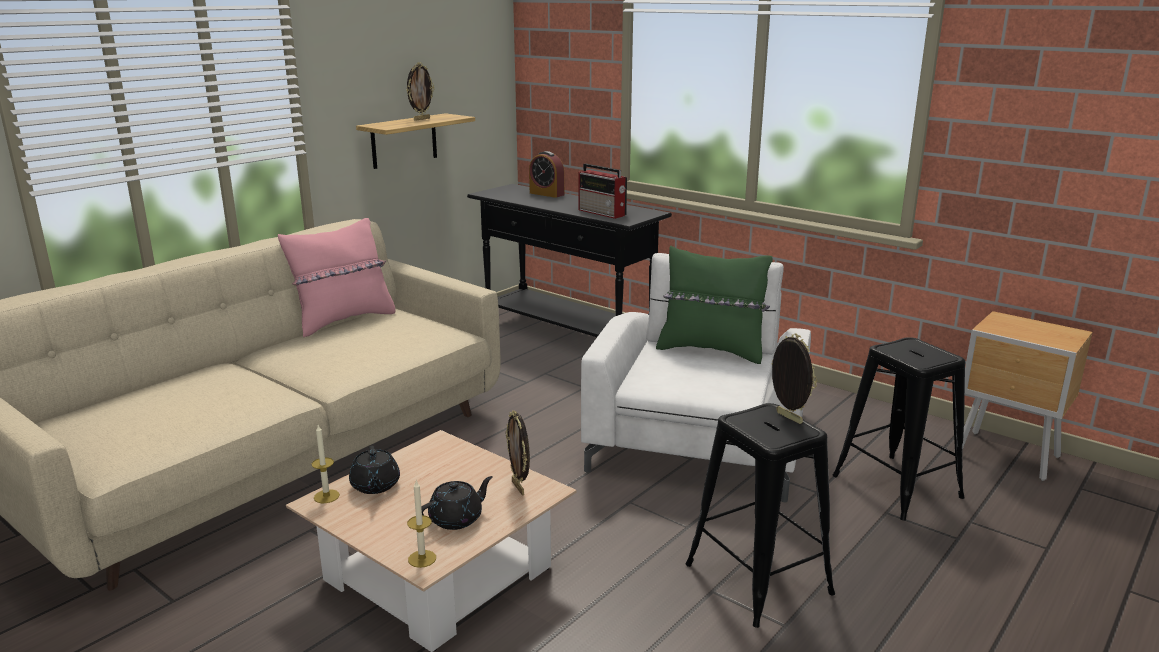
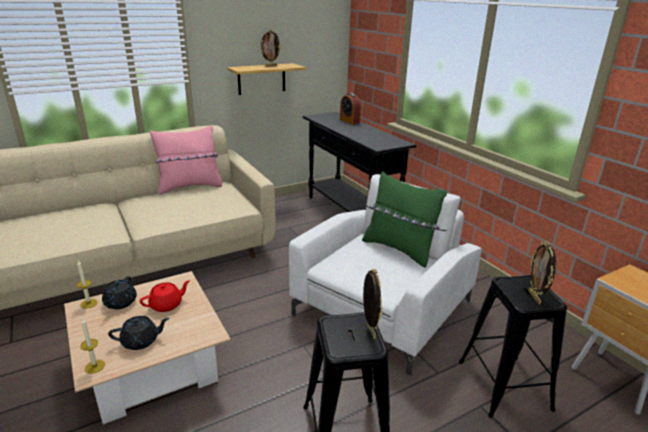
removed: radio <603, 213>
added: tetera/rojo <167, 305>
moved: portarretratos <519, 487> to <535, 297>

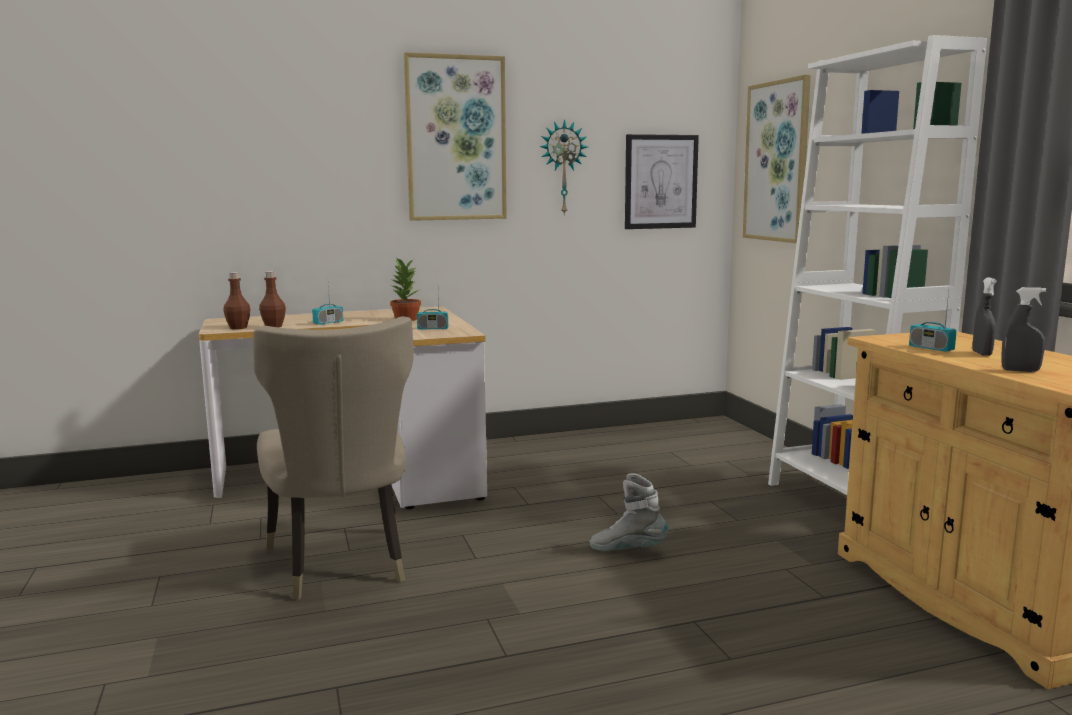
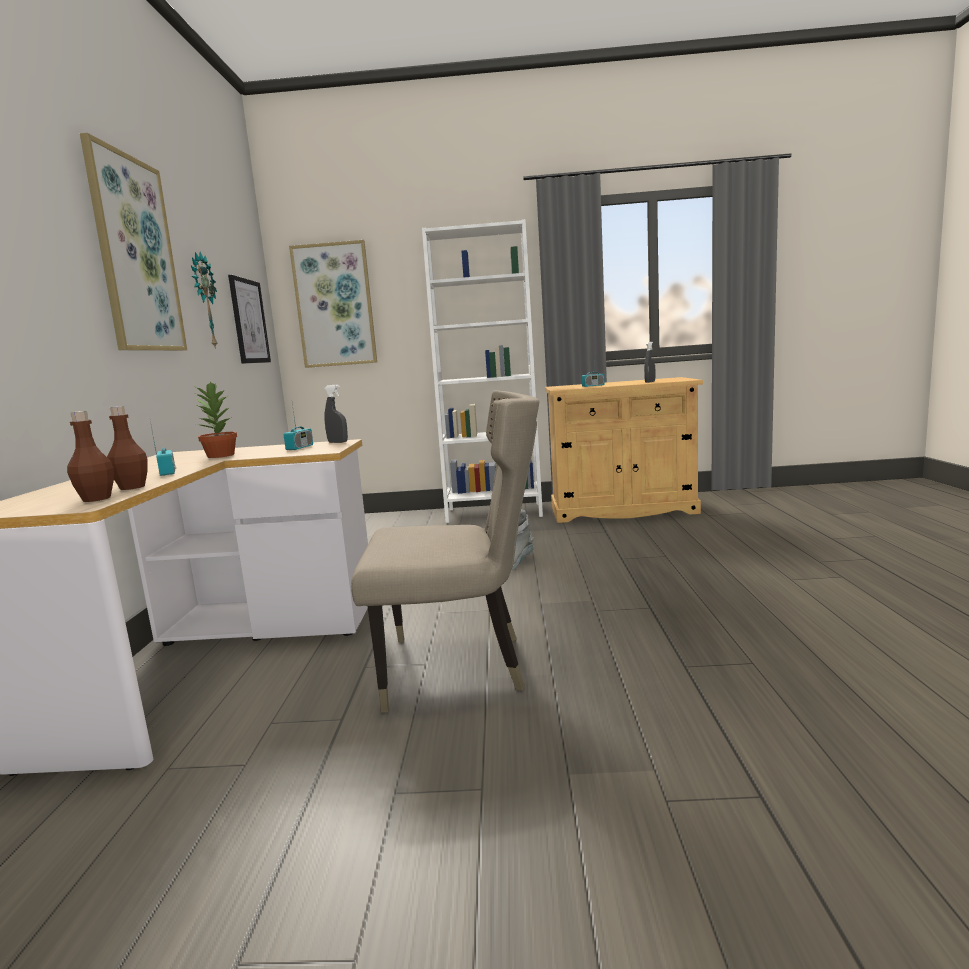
moved: pulverizador/gris <982, 353> to <338, 442>

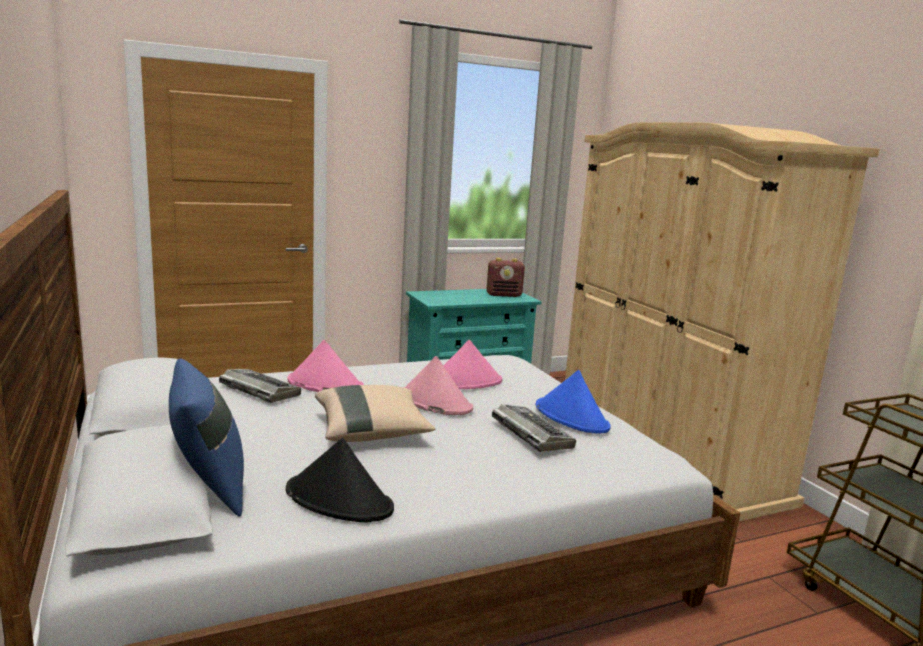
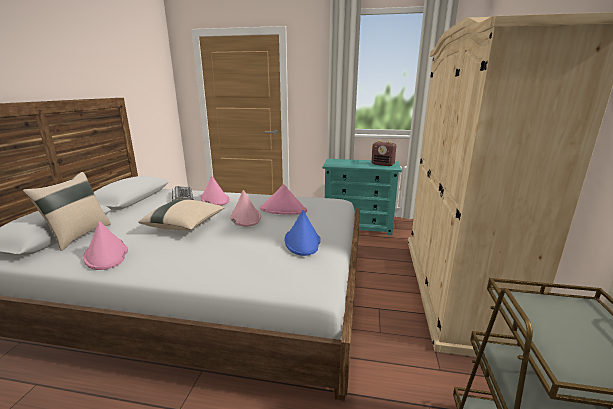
removed: teclado <530, 434>
recoloured: cojín/azul <208, 488> to cojín/beis <78, 235>; sombrero/negro <339, 500> to sombrero/rosa <106, 254>

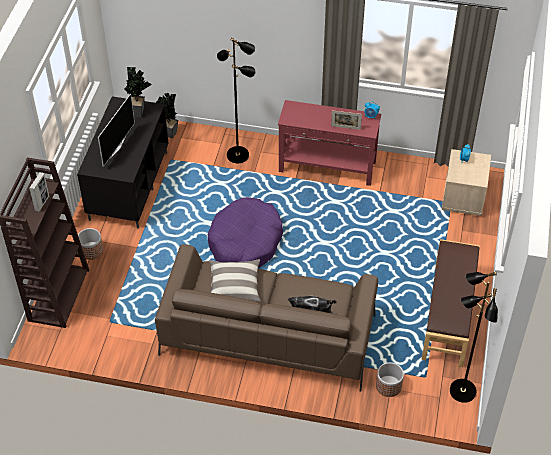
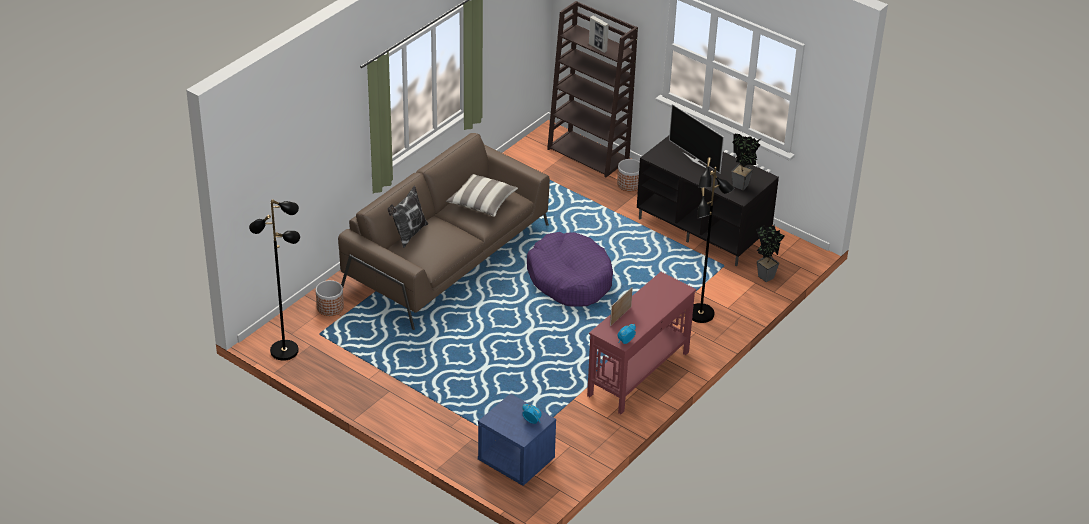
removed: banco/marrón <449, 315>
recoloured: mesita de noche/beis <463, 198> to mesita de noche/azul <515, 461>

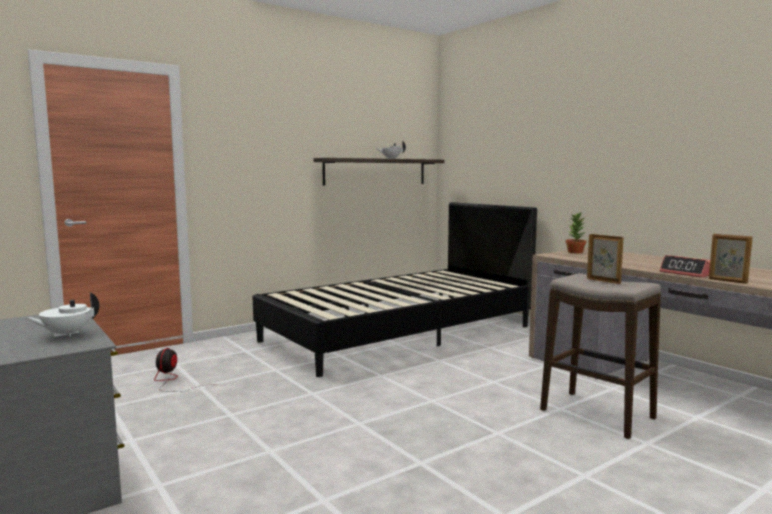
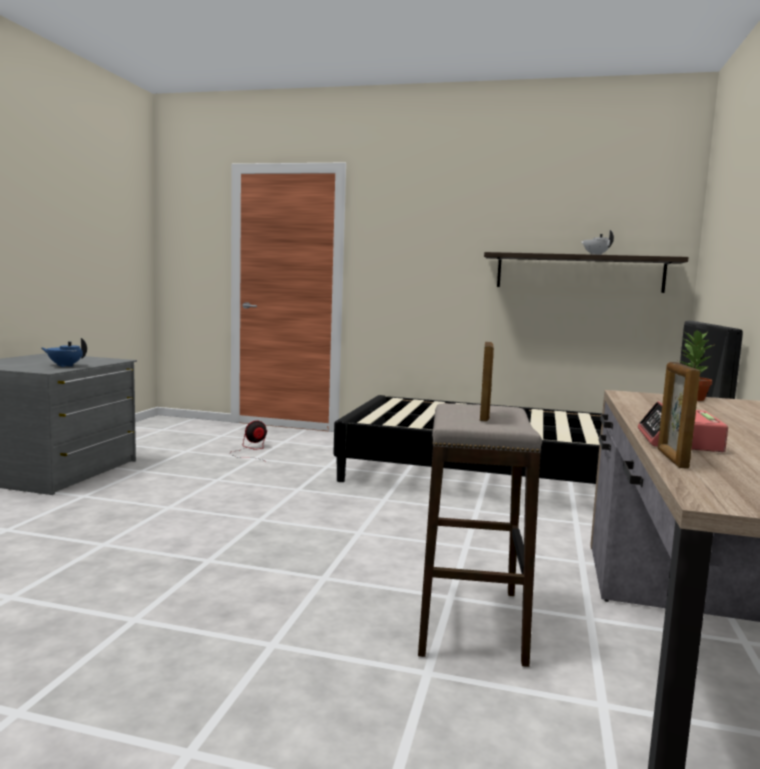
recoloured: tetera/blanco <66, 334> to tetera/azul <65, 366>

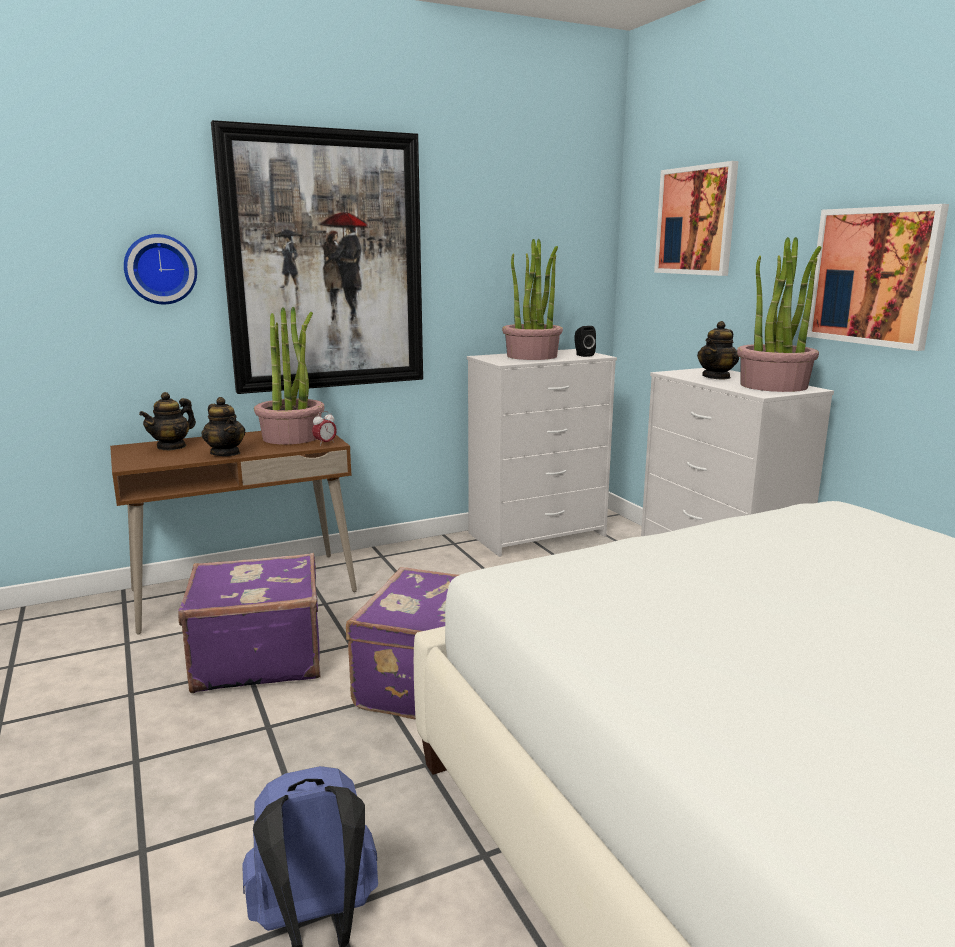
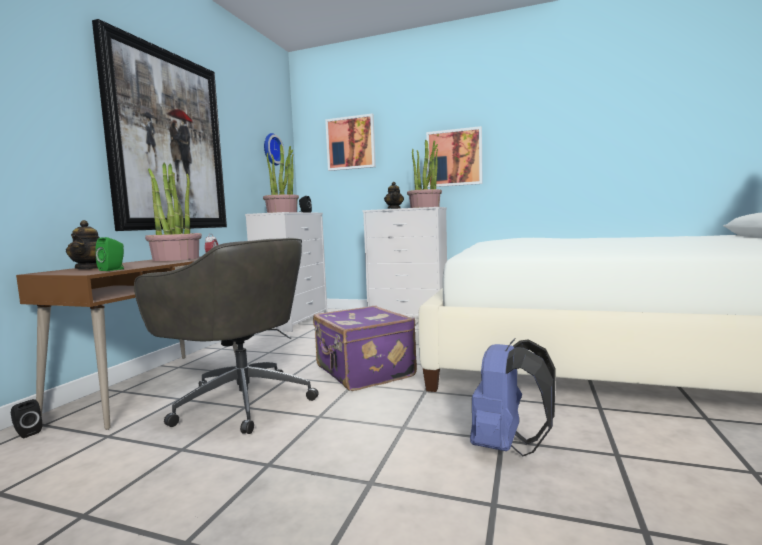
removed: tetera <226, 453>
added: altavoz/negro <26, 433>; altavoz/verde <113, 269>
moved: reloj de pared <160, 269> to <271, 149>
replaced: maleta/morado <258, 657> to silla de oficina/gris <241, 401>

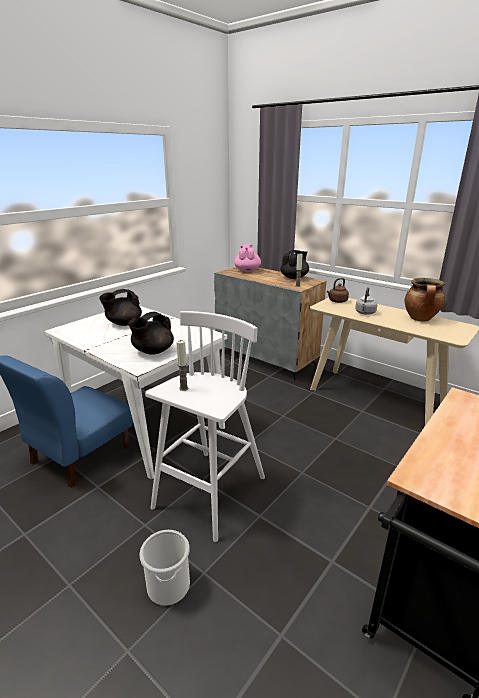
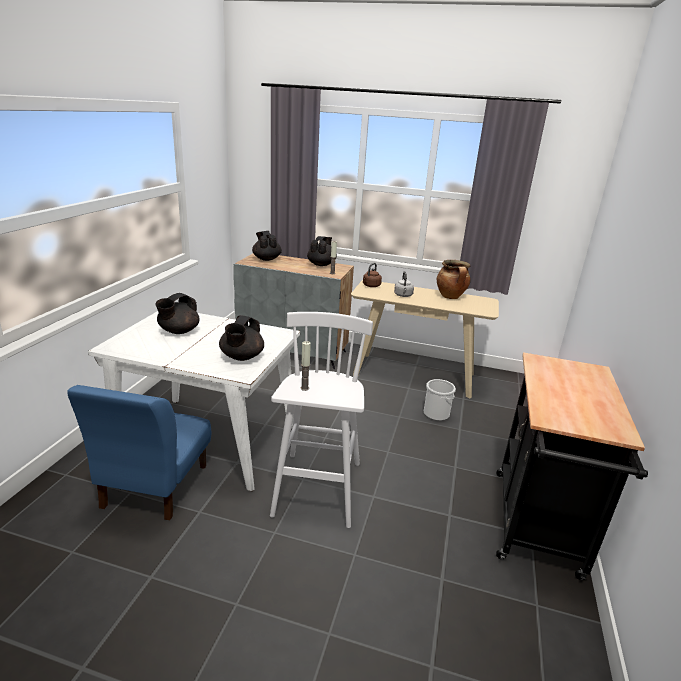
moved: cubo <169, 586> to <436, 414>
recoloured: tetera/rosa <247, 270> to tetera/negro <266, 259>

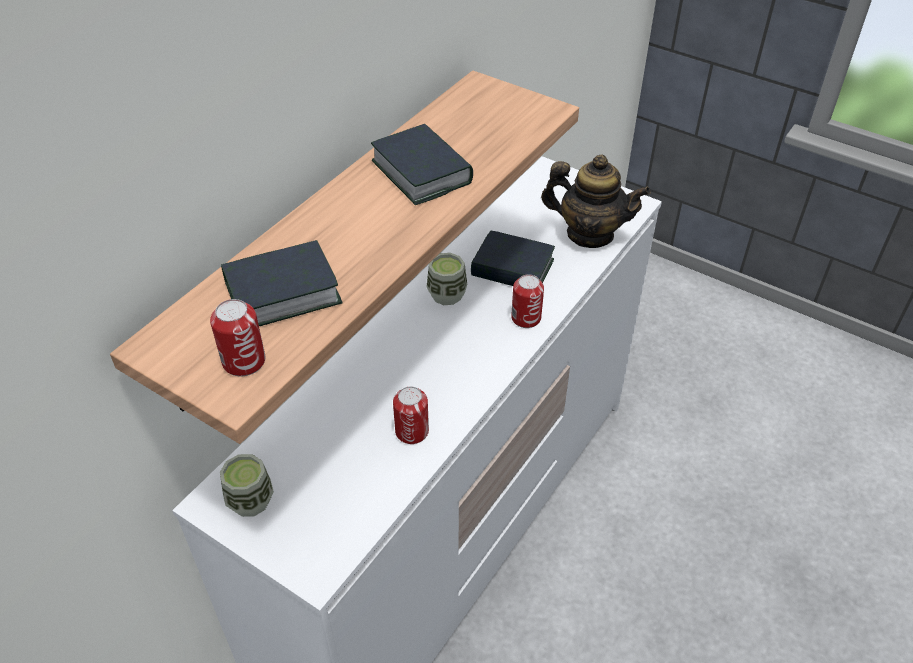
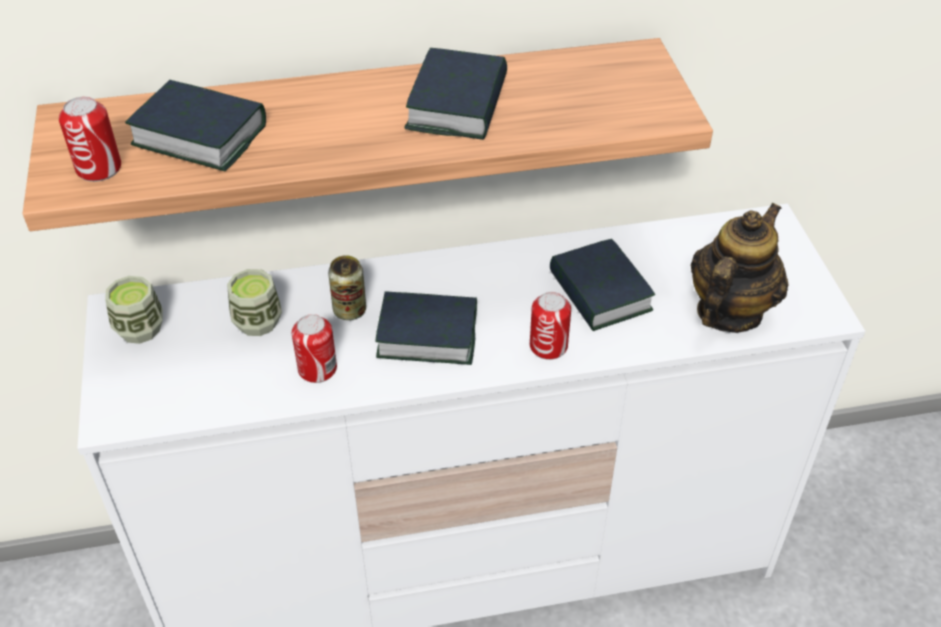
added: lata <349, 310>; libro <427, 335>
moved: taza <447, 294> to <257, 322>
turned: tetera <589, 234> = <728, 311> 120 degrees counterclockwise

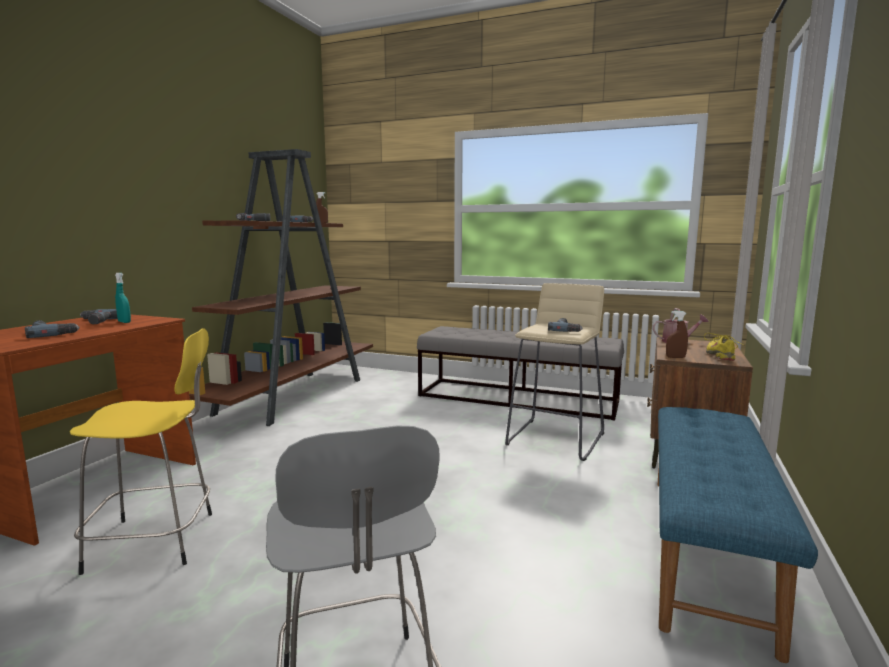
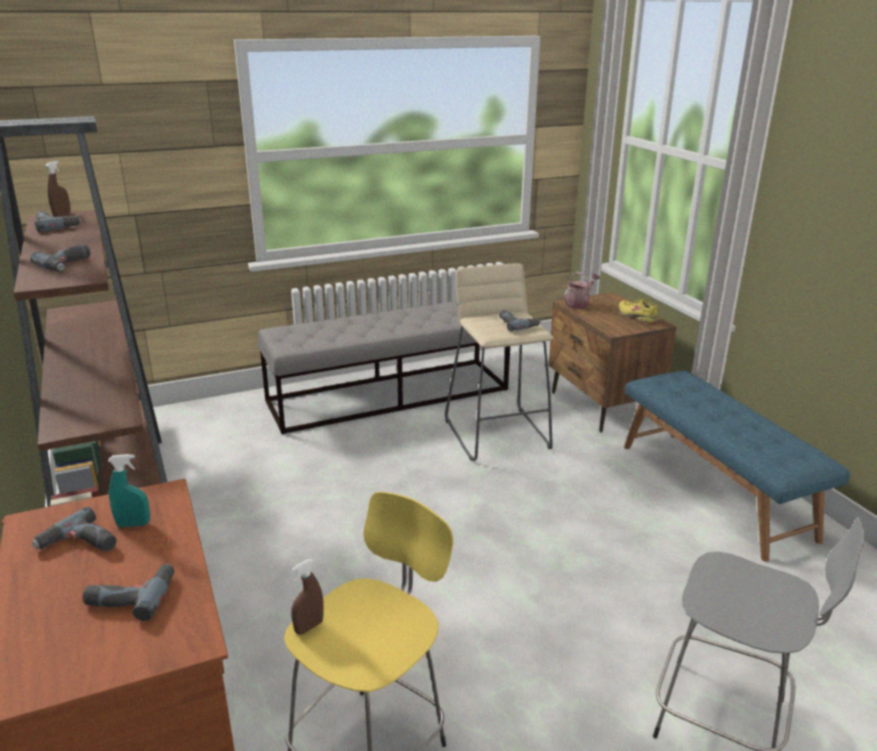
moved: pulverizador/marrón <675, 357> to <309, 627>

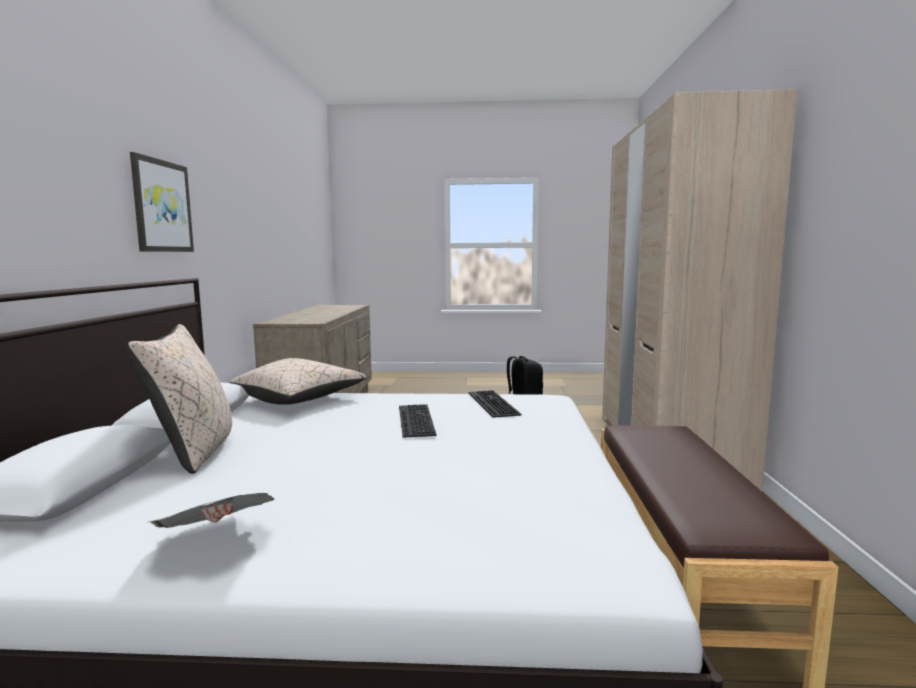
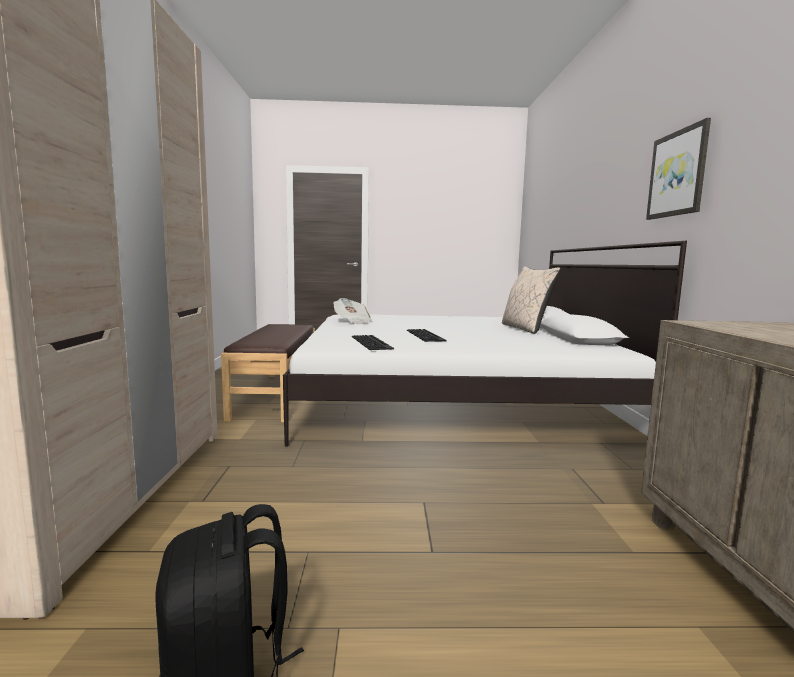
removed: cojín/beis <300, 399>
moved: periódico <217, 540> to <352, 322>

